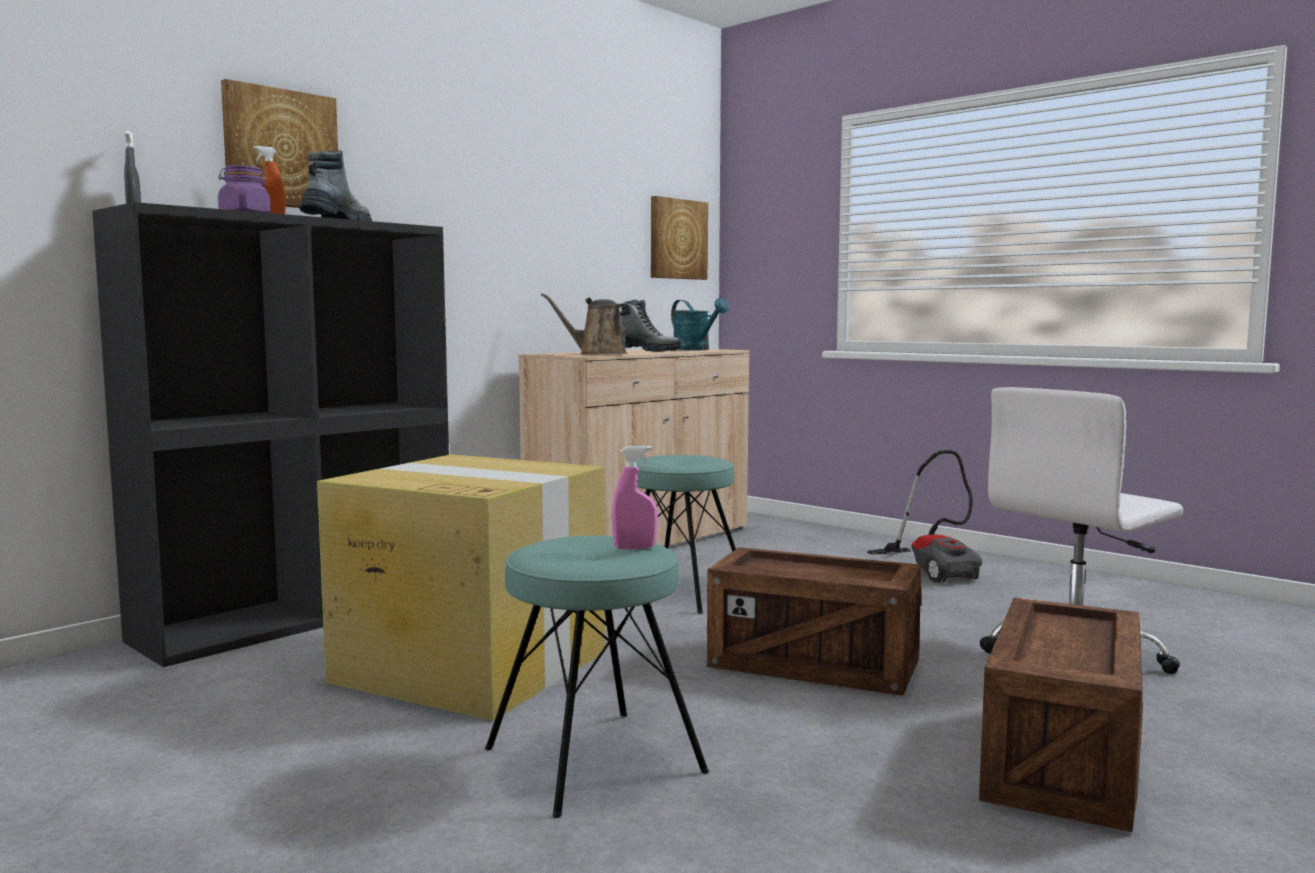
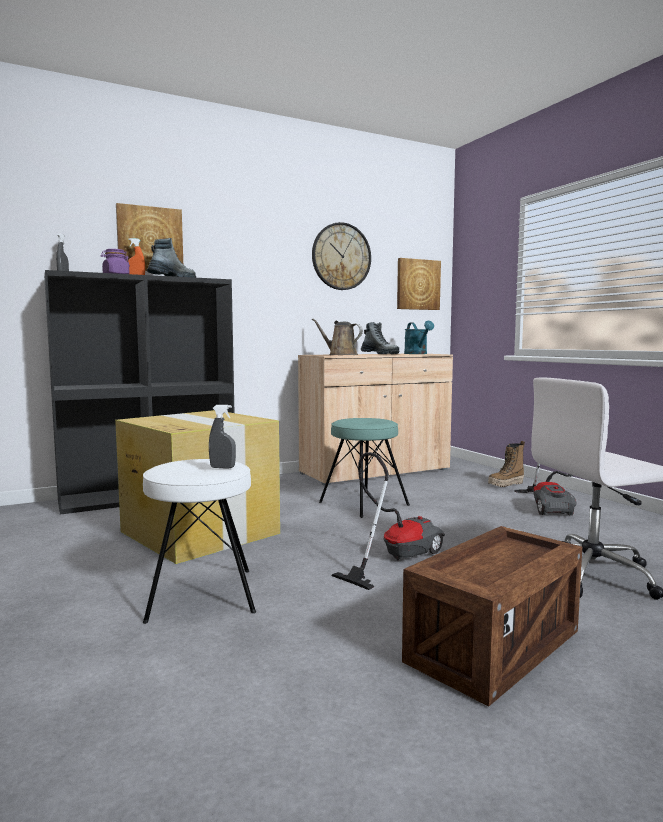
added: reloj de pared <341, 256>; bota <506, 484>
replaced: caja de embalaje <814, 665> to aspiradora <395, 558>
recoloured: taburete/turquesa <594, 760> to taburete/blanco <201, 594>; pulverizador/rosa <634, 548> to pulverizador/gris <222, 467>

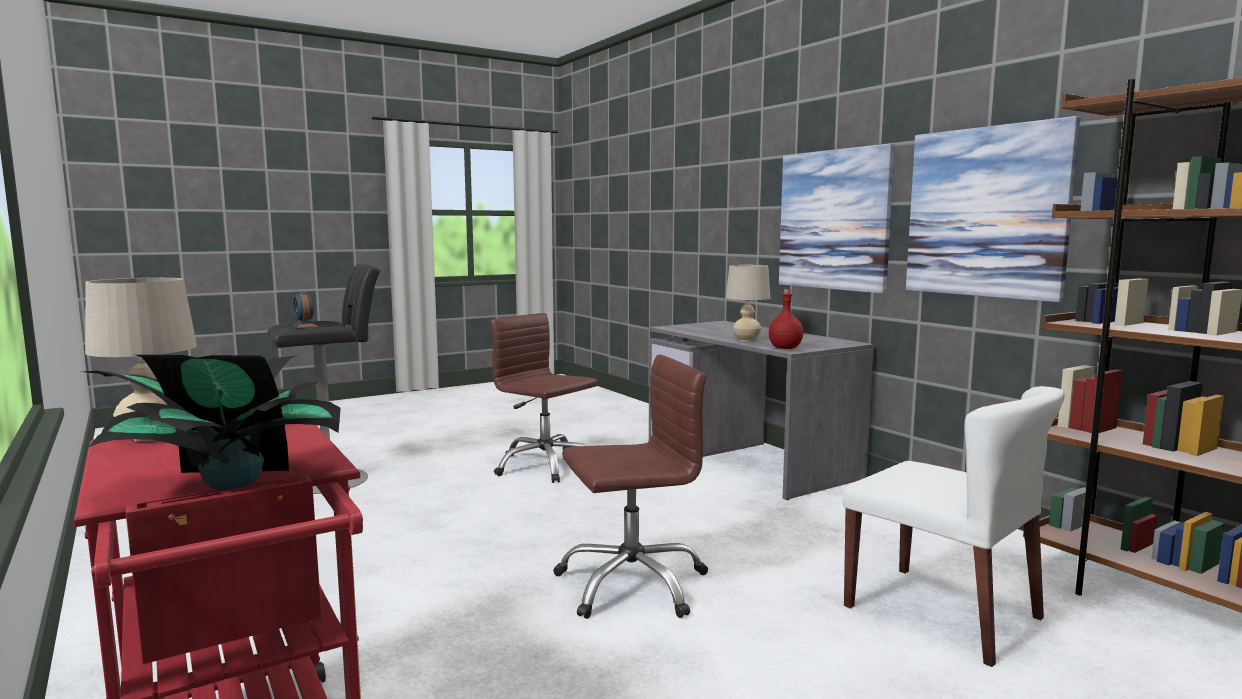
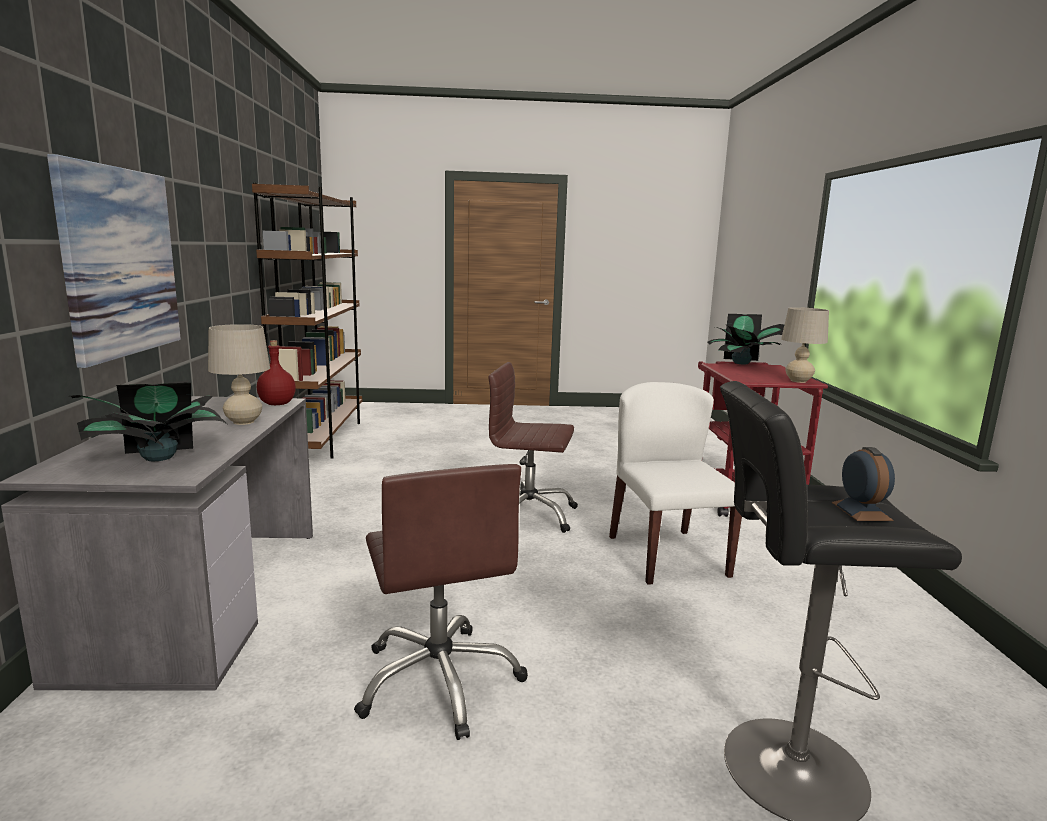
removed: cuadro <986, 212>
added: planta en maceta <157, 457>
moved: silla/blanco <943, 612> to <666, 555>

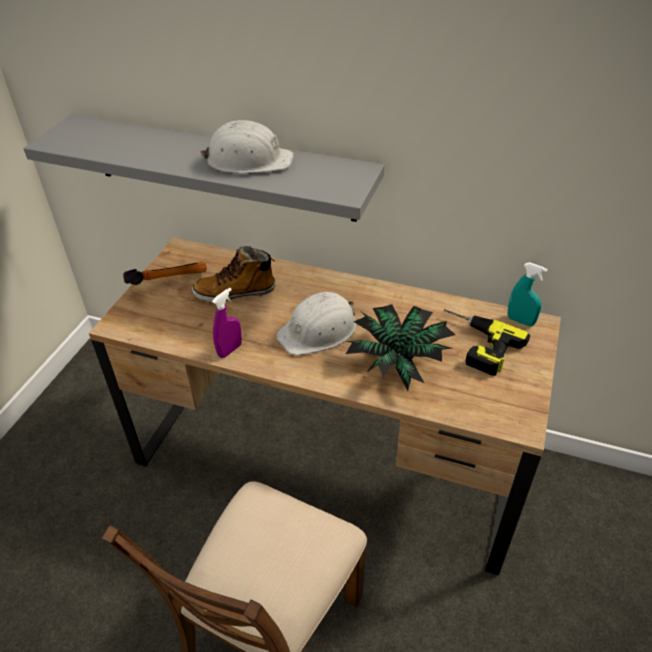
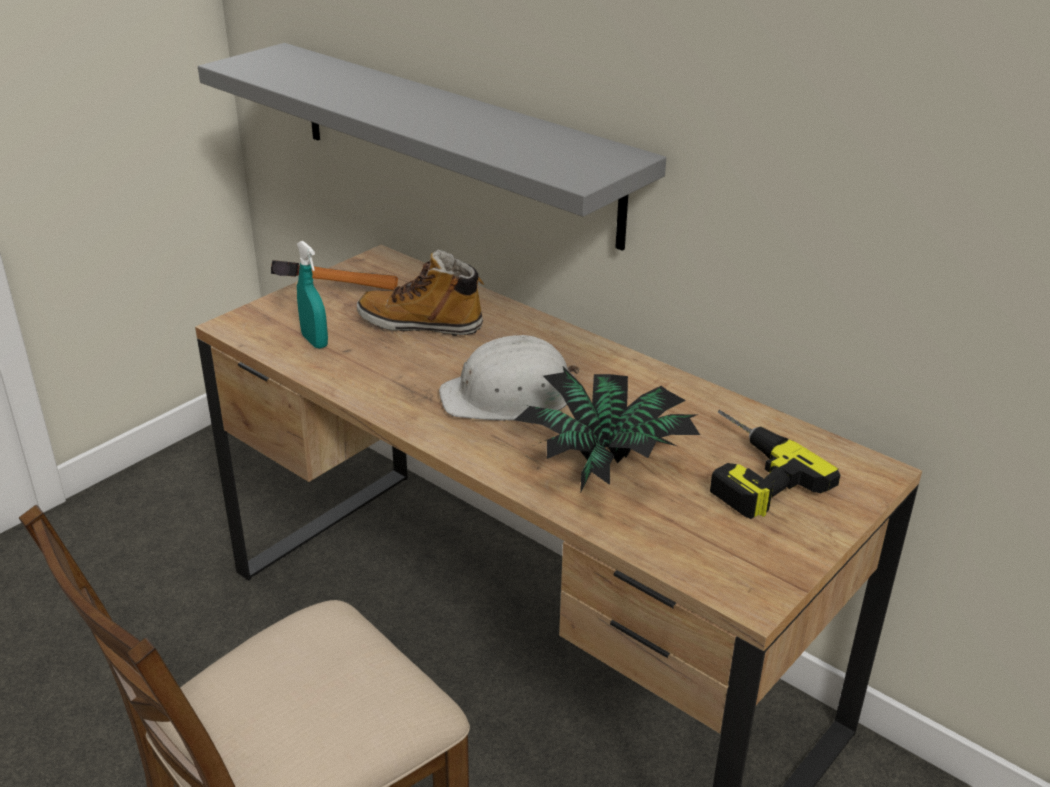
removed: casco/blanco <249, 160>; pulverizador/morado <230, 350>
moved: pulverizador/turquesa <520, 321> to <314, 341>

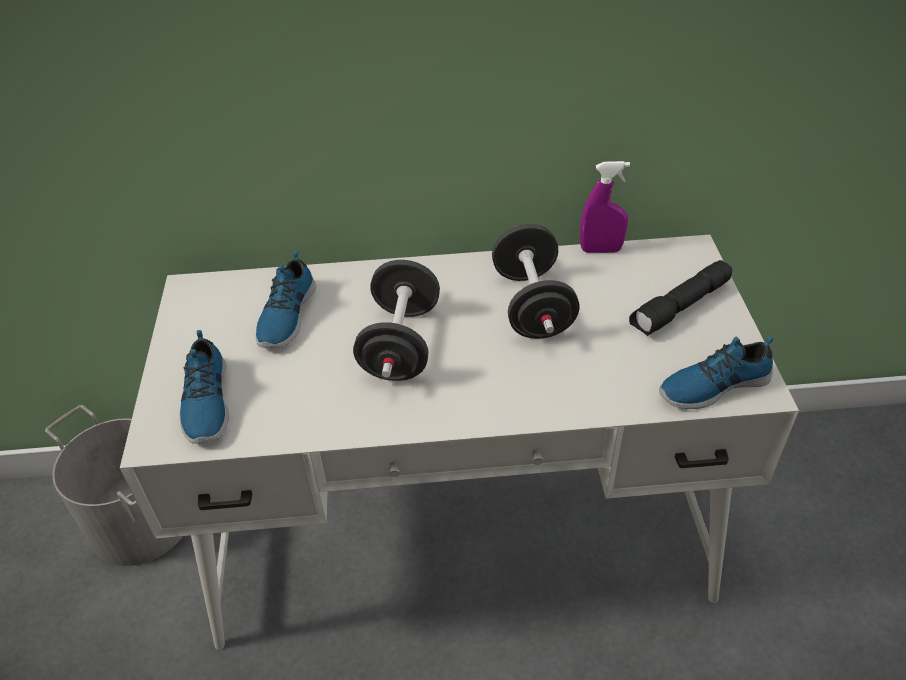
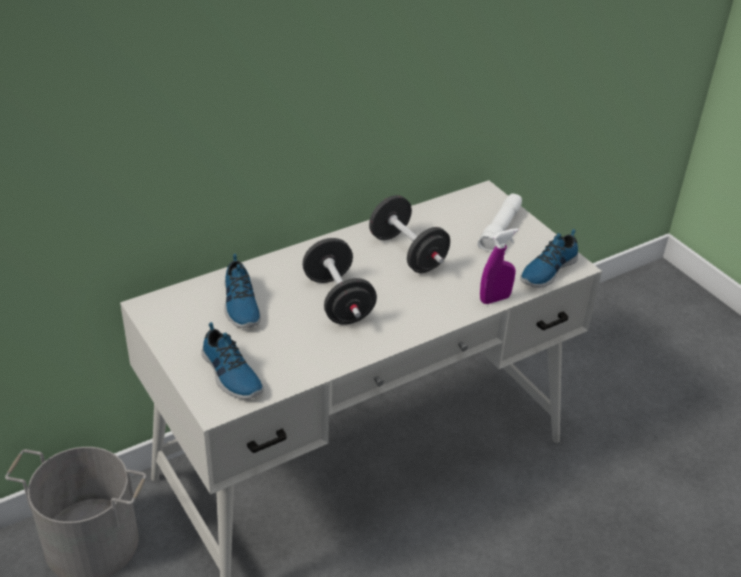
moved: pulverizador/morado <600, 250> to <495, 299>
recoloured: linterna/negro <681, 308> to linterna/blanco <500, 230>

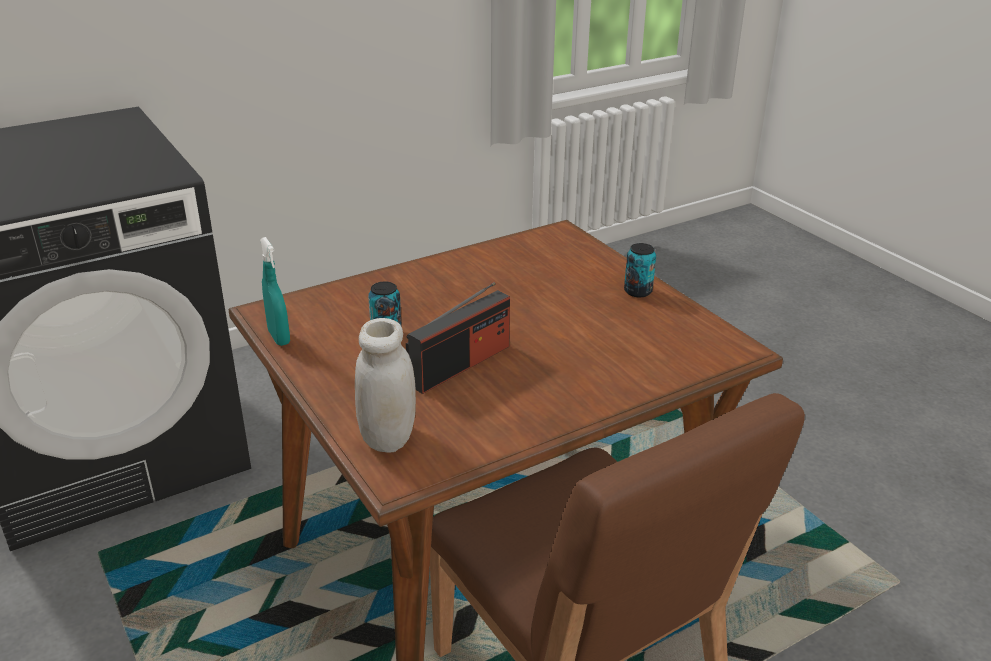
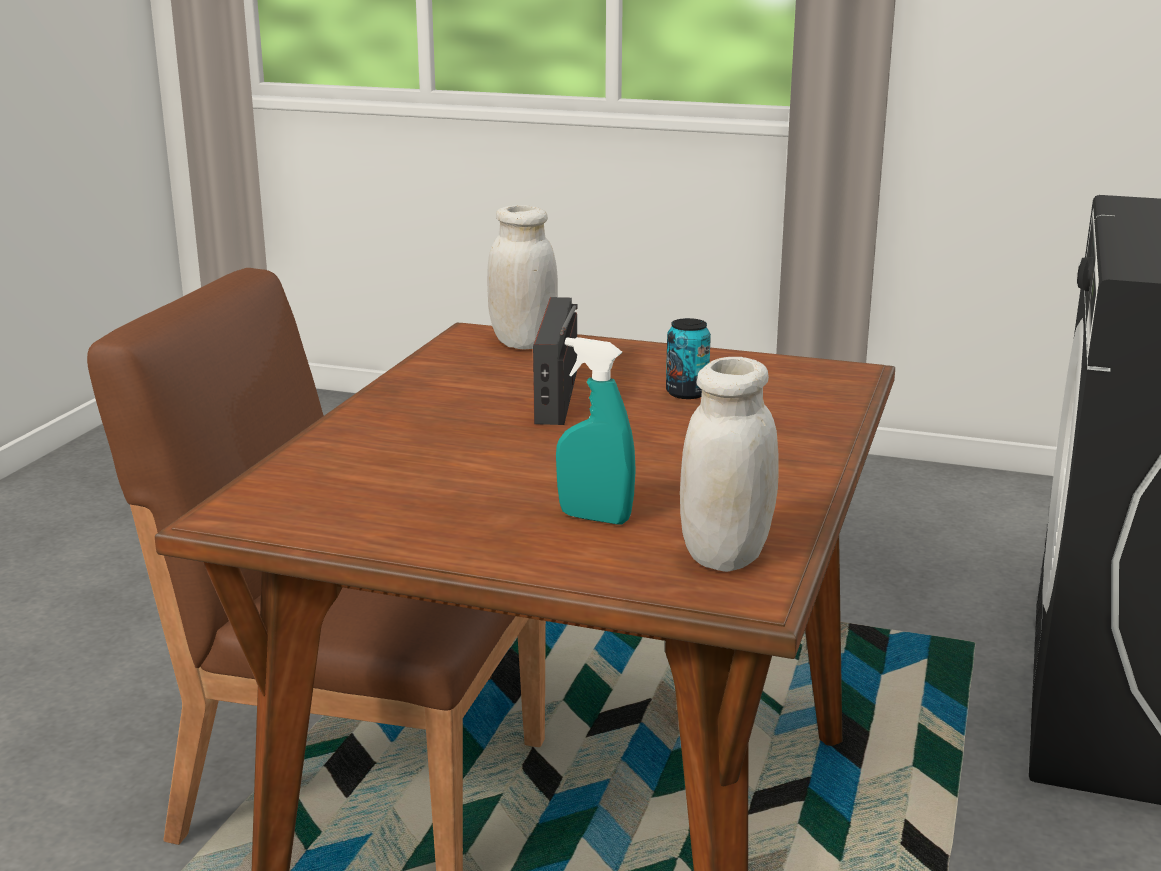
removed: lata <638, 291>
added: tarro/blanco <726, 555>
moved: pulverizador/turquesa <279, 337> to <595, 518>

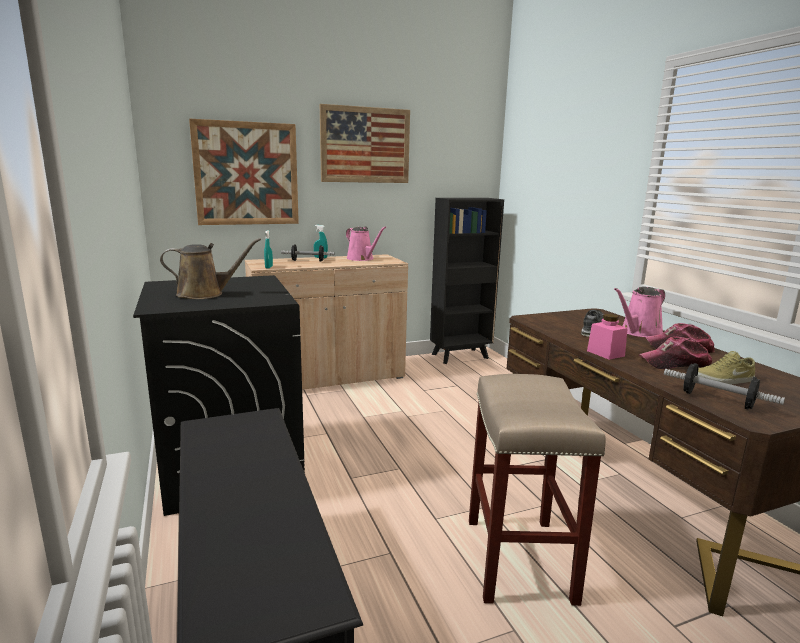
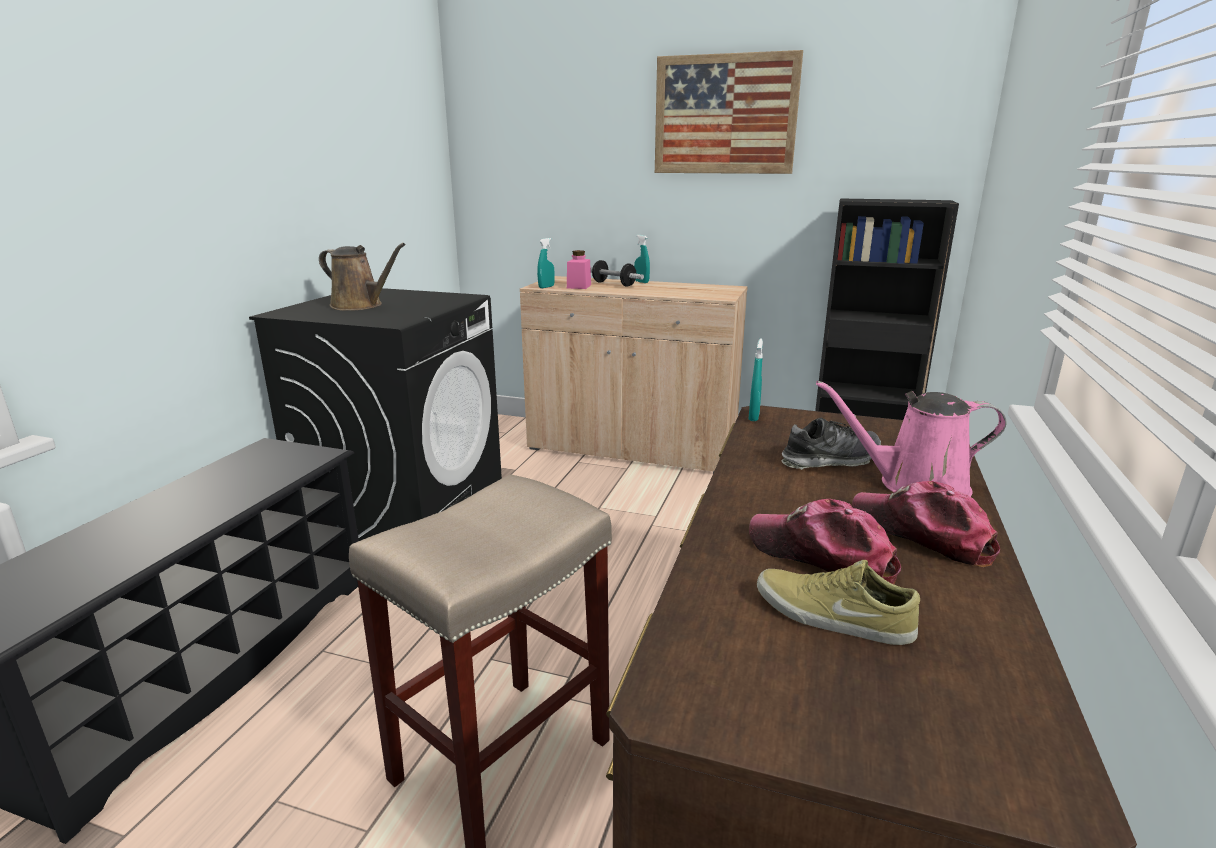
removed: cuadro <246, 174>; regadera/rosa <362, 259>; mancuerna <717, 400>
added: pulverizador/turquesa <754, 417>
moved: tarro/rosa <605, 353> to <579, 286>

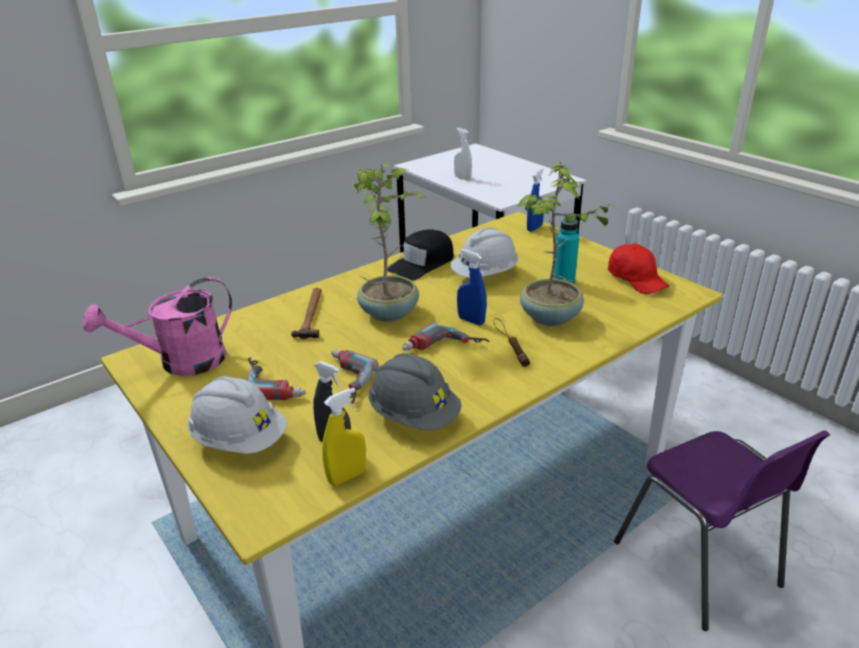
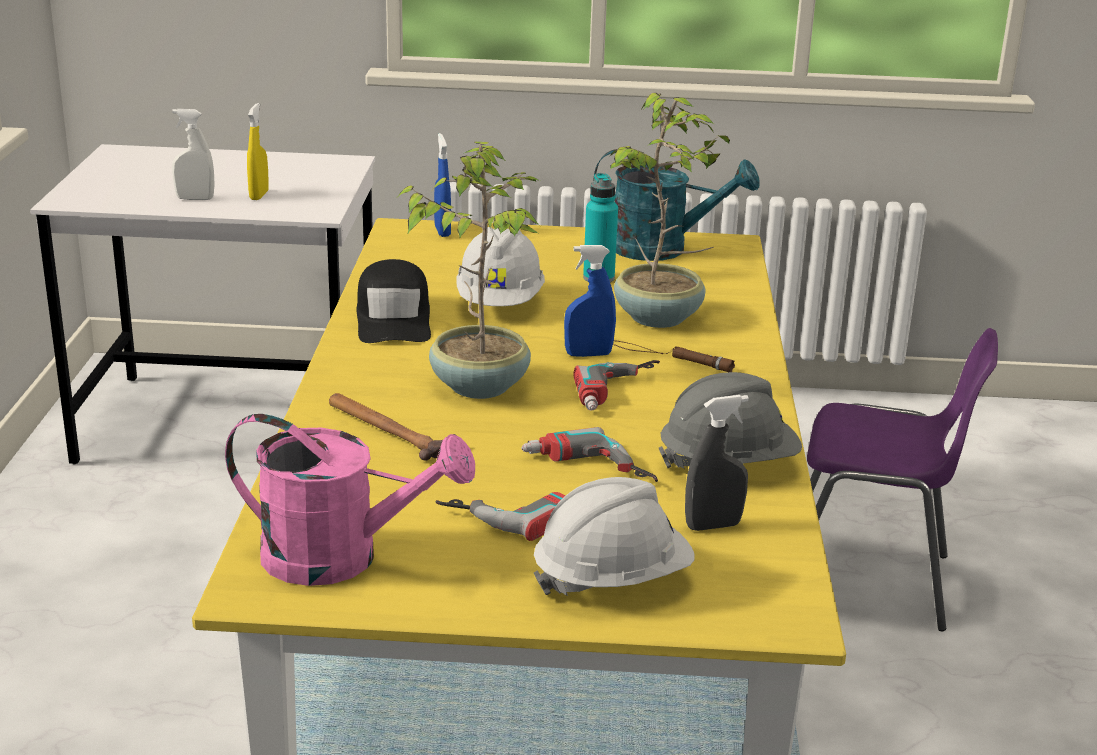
moved: pulverizador/amarillo <347, 477> to <259, 195>
replaced: gorra/rojo <636, 279> to regadera/turquesa <662, 249>
turned: regadera/rosa <181, 363> = <341, 558> 90 degrees counterclockwise

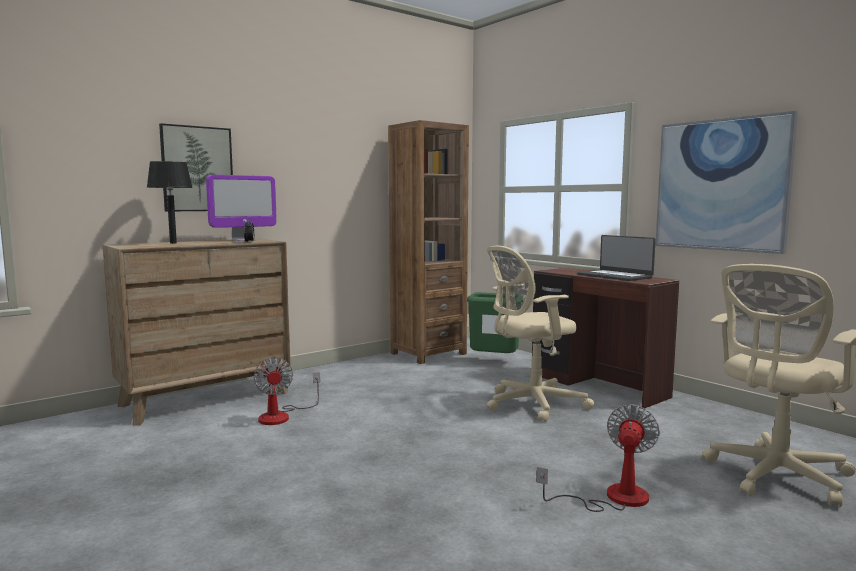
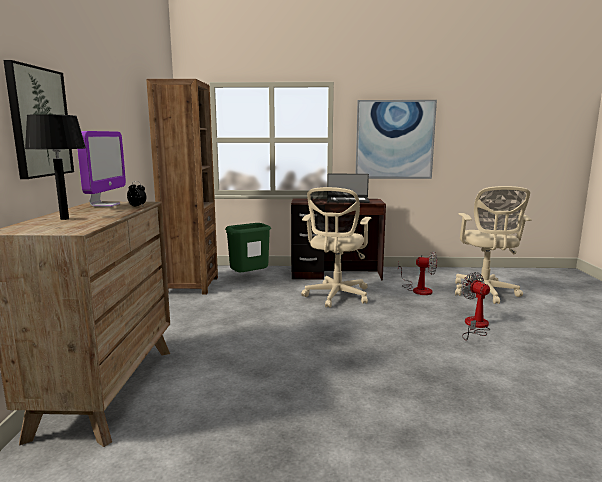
moved: ventilador <282, 416> to <418, 289>

